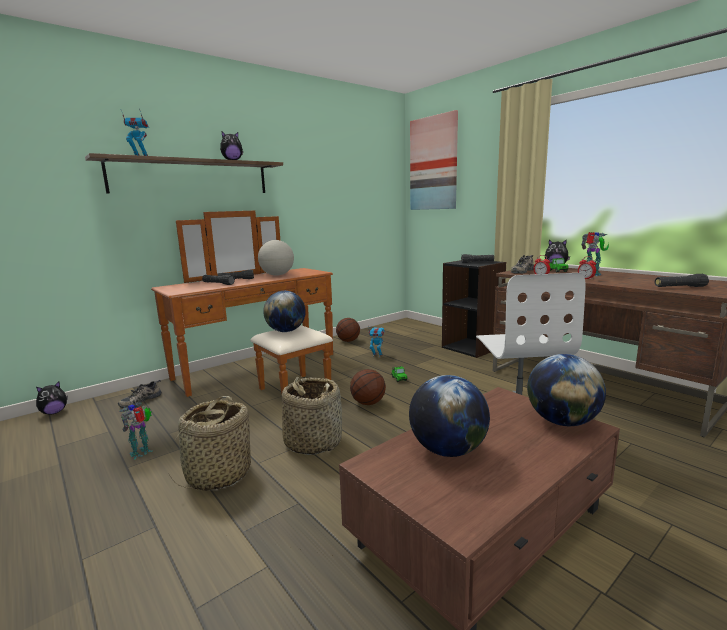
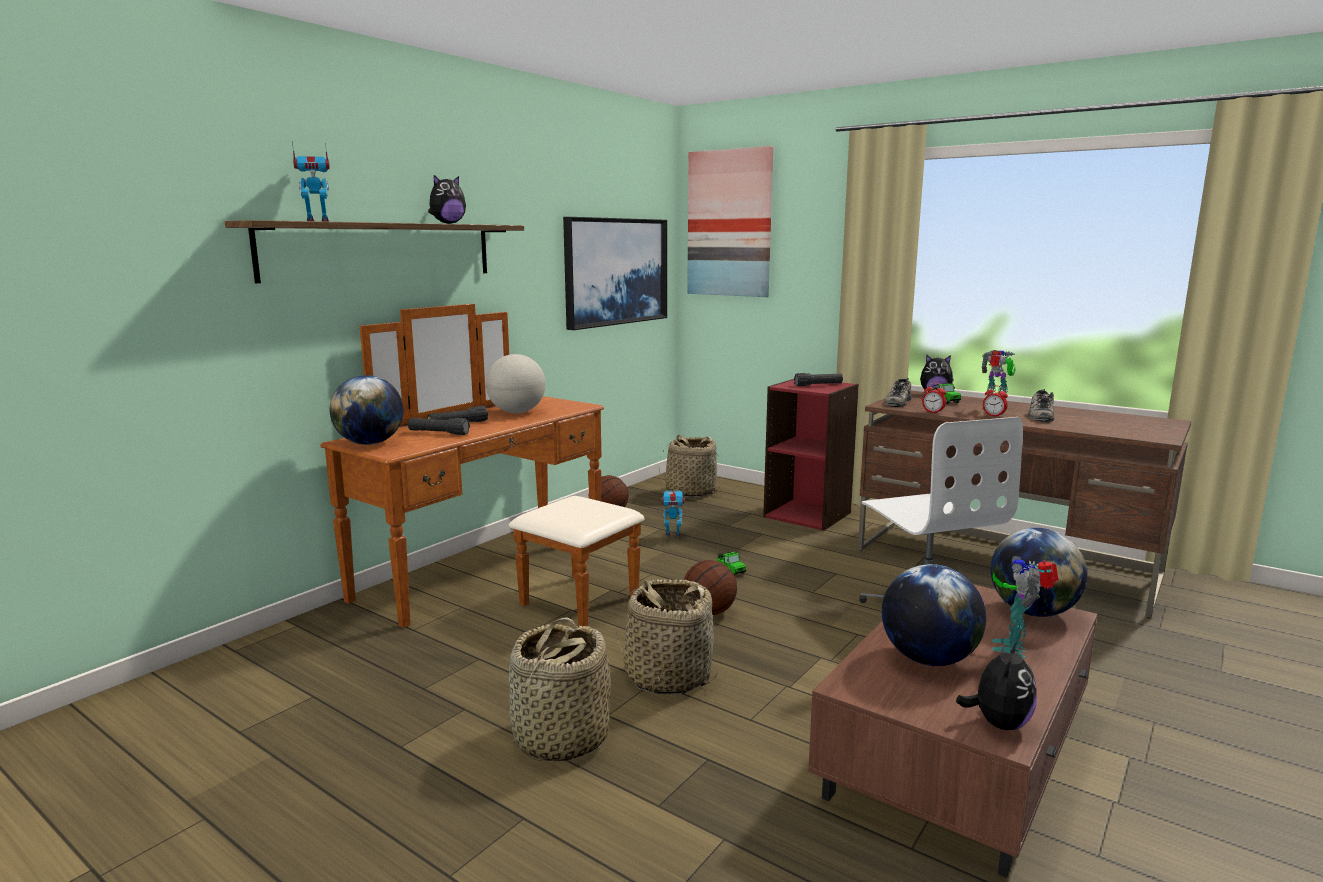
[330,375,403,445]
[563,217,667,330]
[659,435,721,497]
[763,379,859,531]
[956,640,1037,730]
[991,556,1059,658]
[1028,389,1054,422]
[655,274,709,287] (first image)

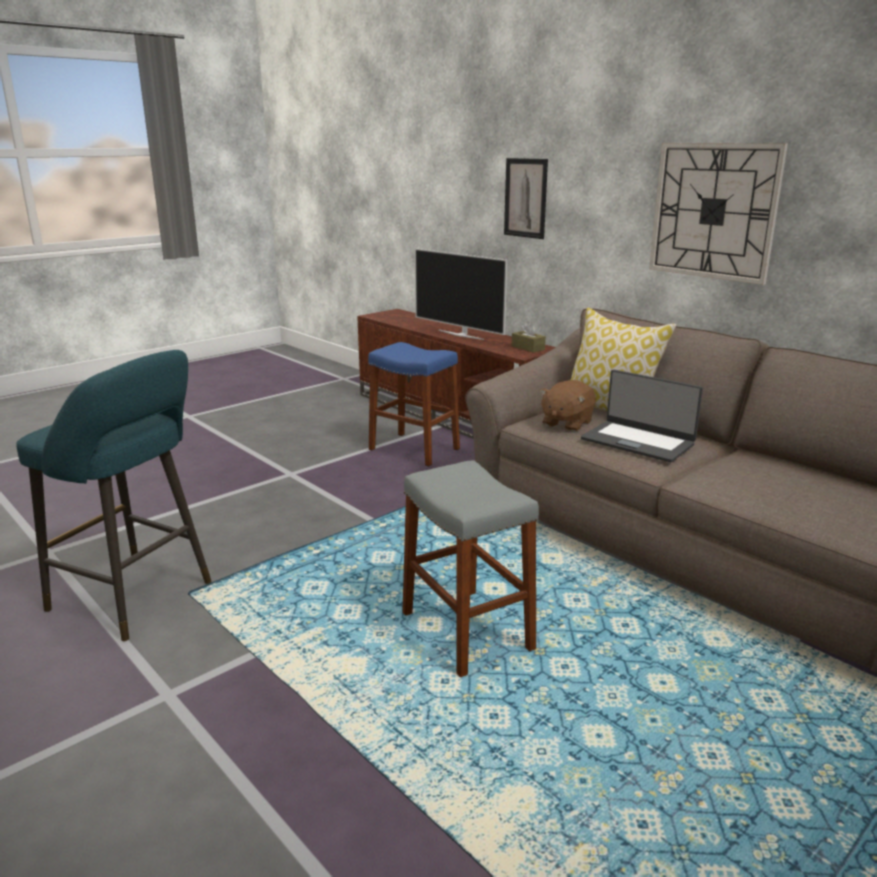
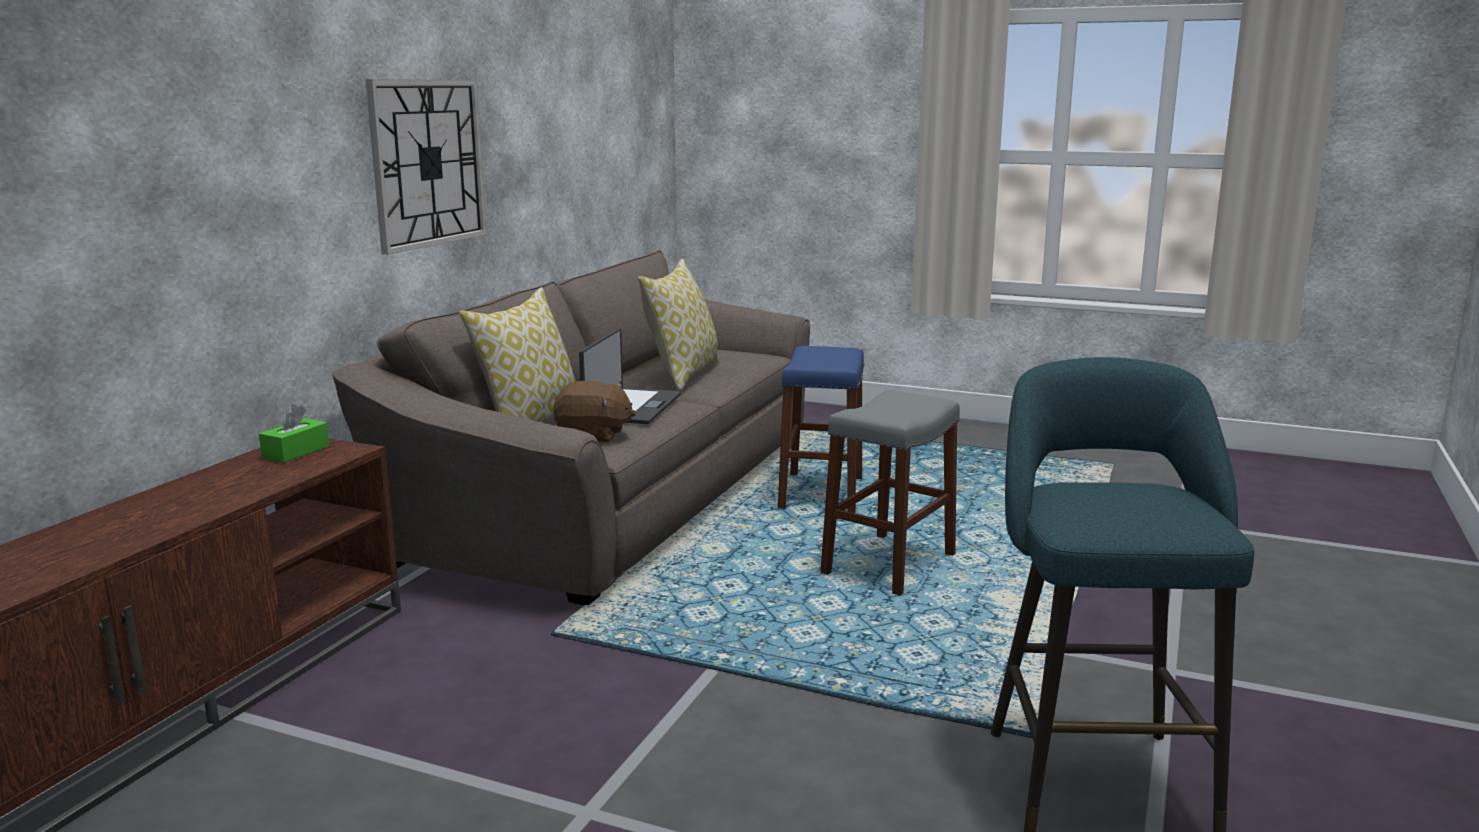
[259,404,330,463]
[638,259,719,391]
[778,346,865,513]
[415,248,507,340] (first image)
[504,158,548,239] (first image)

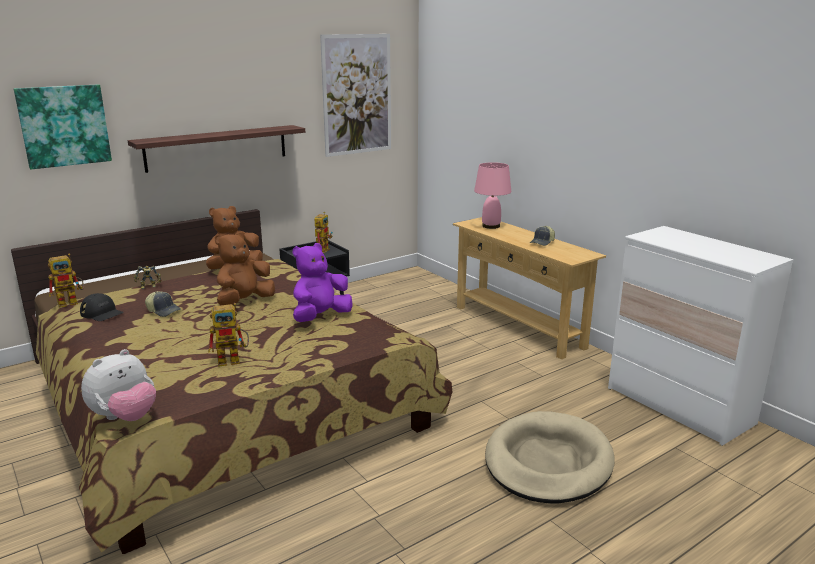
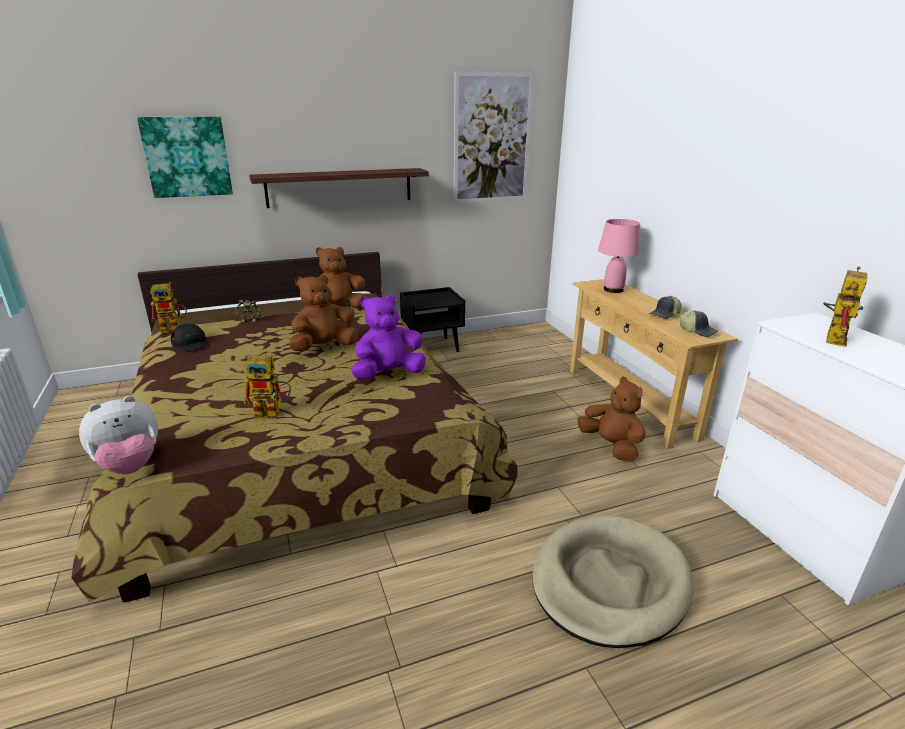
[578,377,646,461]
[680,311,719,337]
[823,266,867,347]

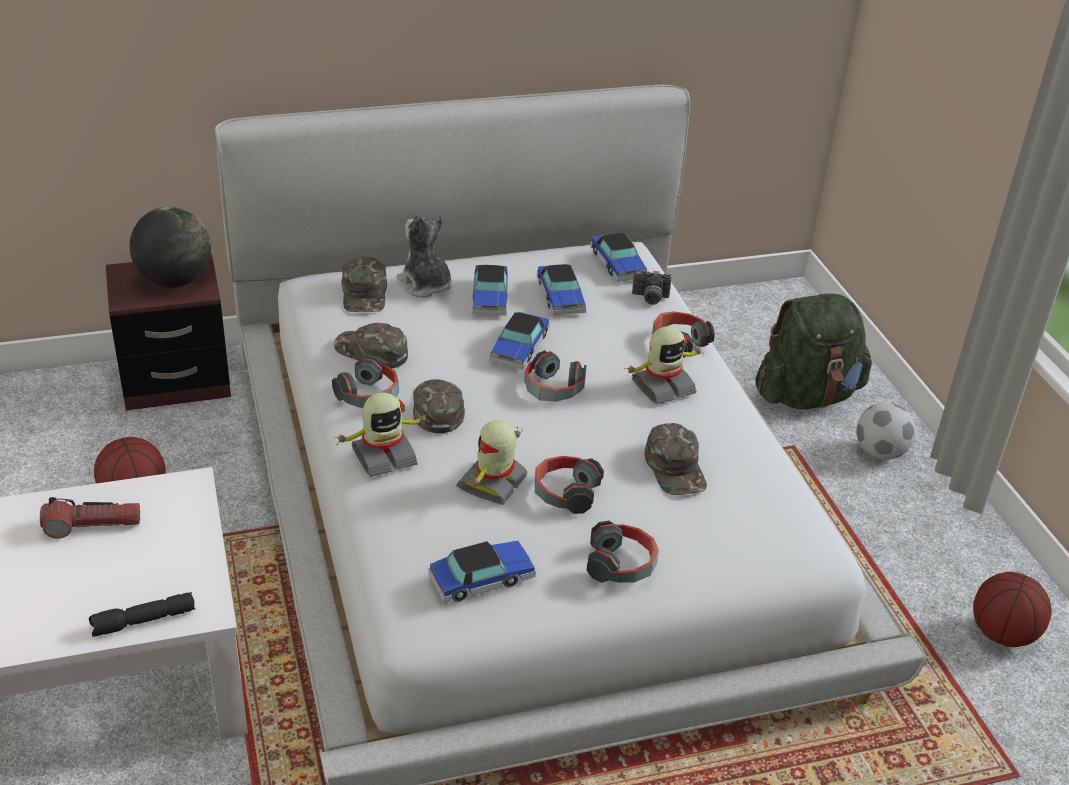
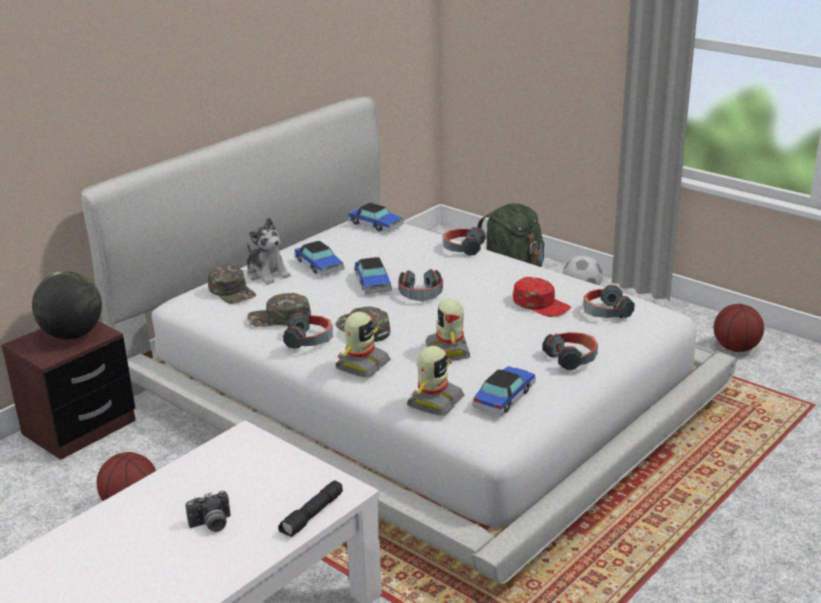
[185,491,231,532]
[247,218,291,285]
[407,346,465,415]
[513,277,571,317]
[583,285,635,318]
[40,497,140,539] (first image)
[537,264,586,315] (first image)

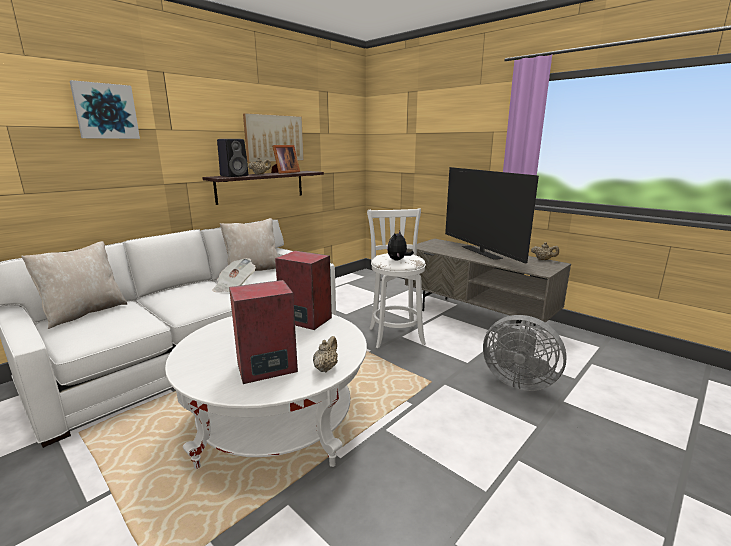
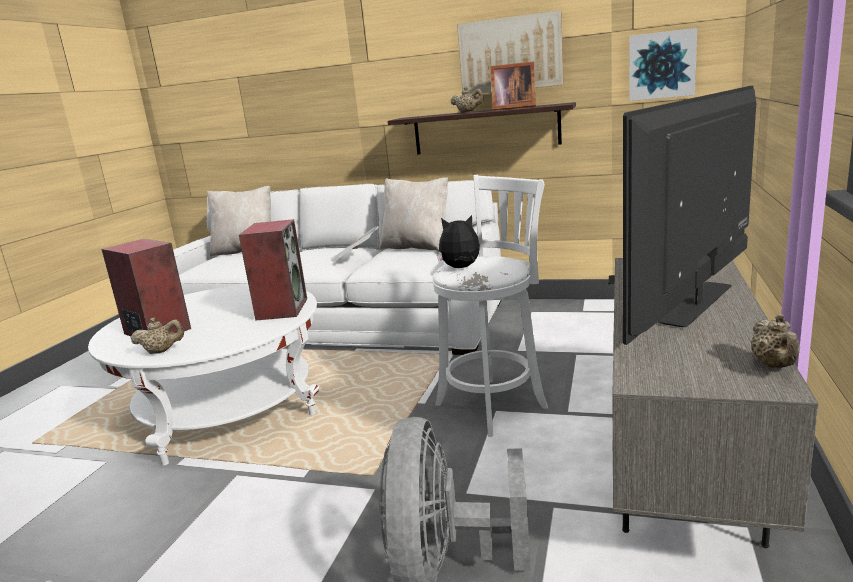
[629,28,697,101]
[217,139,249,177] (first image)

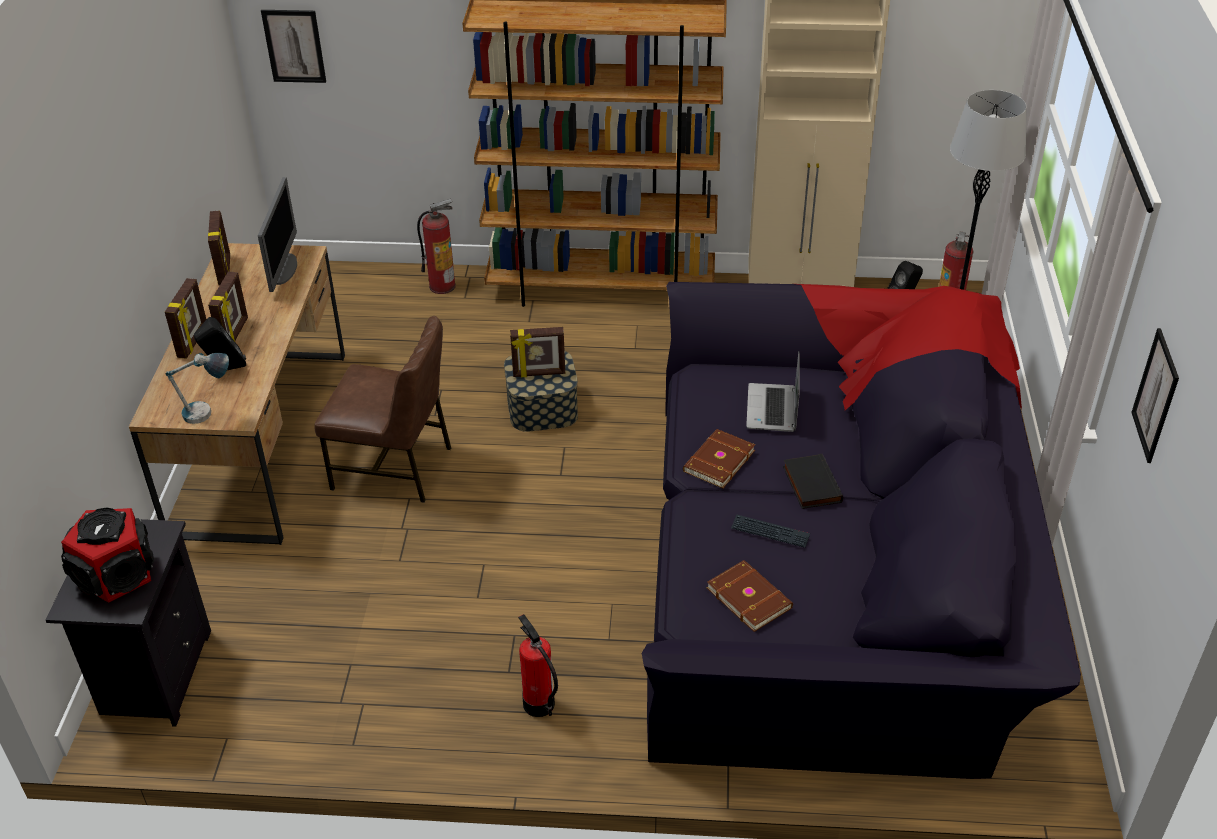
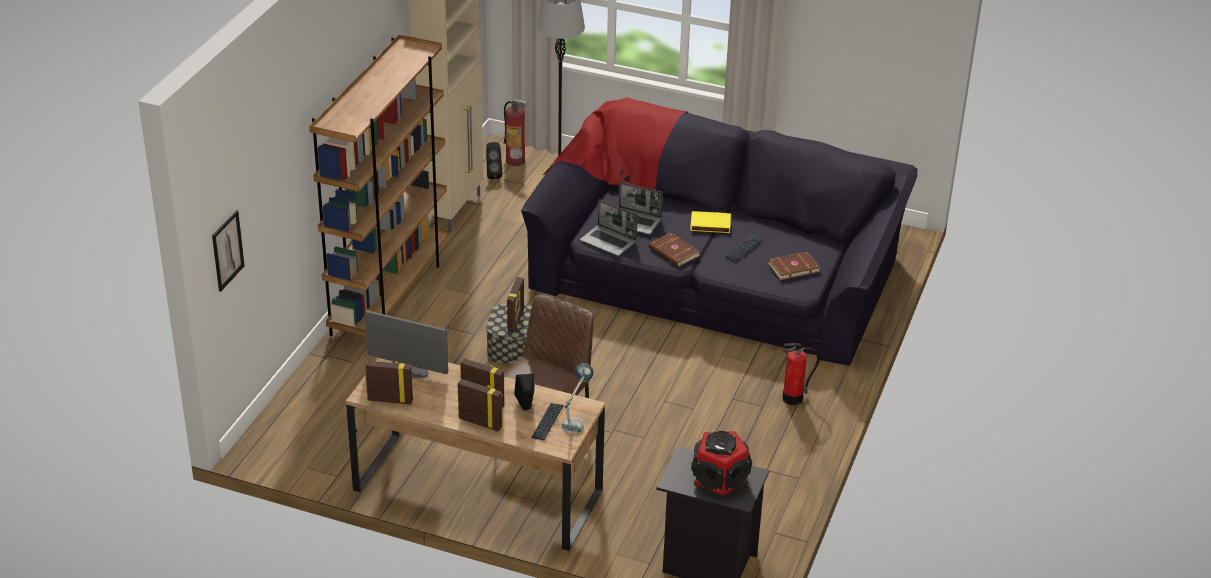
[532,403,564,440]
[580,199,638,256]
[690,211,731,233]
[417,199,456,294] (first image)
[1131,328,1179,463] (first image)

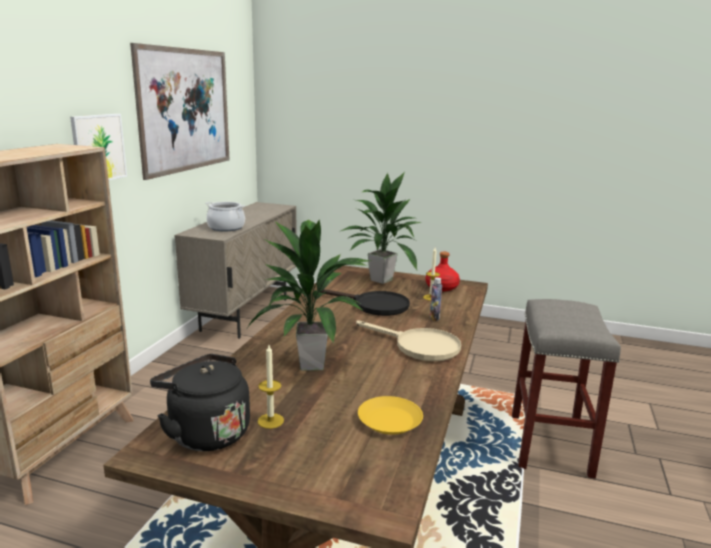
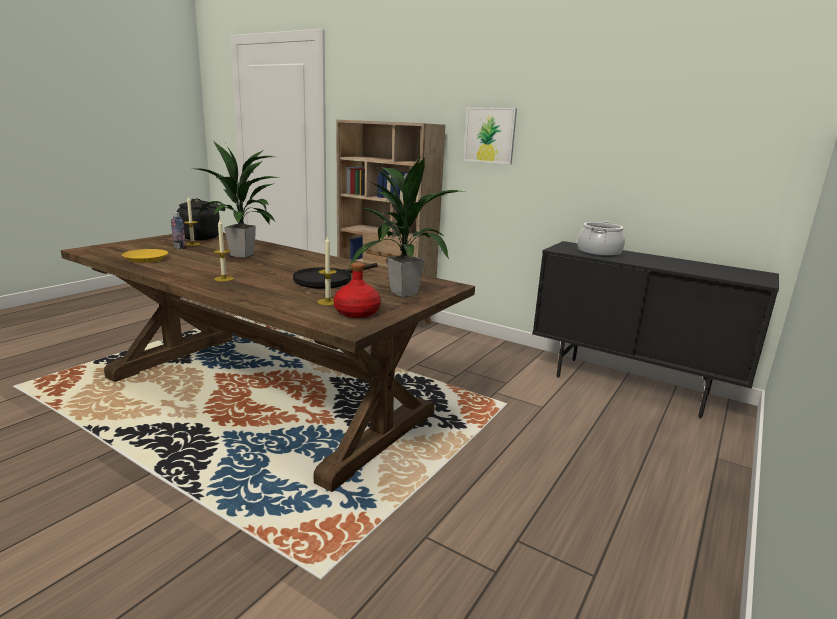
[171,212,186,249]
[214,220,234,282]
[532,241,779,418]
[130,43,229,180] (first image)
[512,299,621,479] (first image)

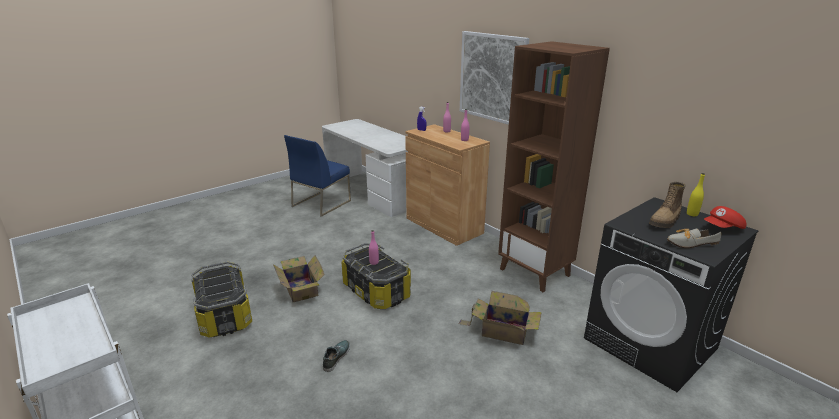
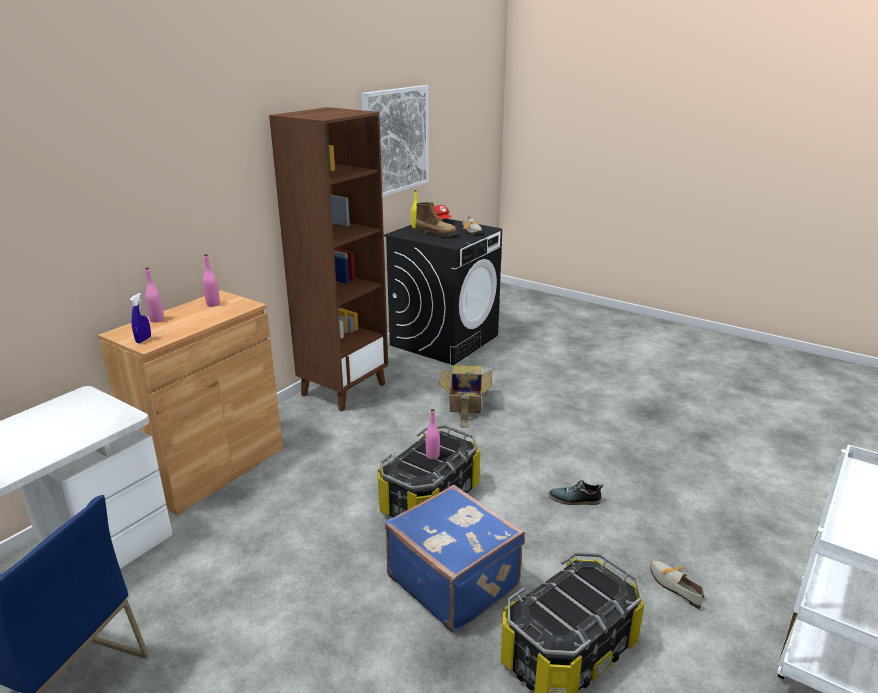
[361,85,429,197]
[385,485,525,633]
[650,561,704,609]

